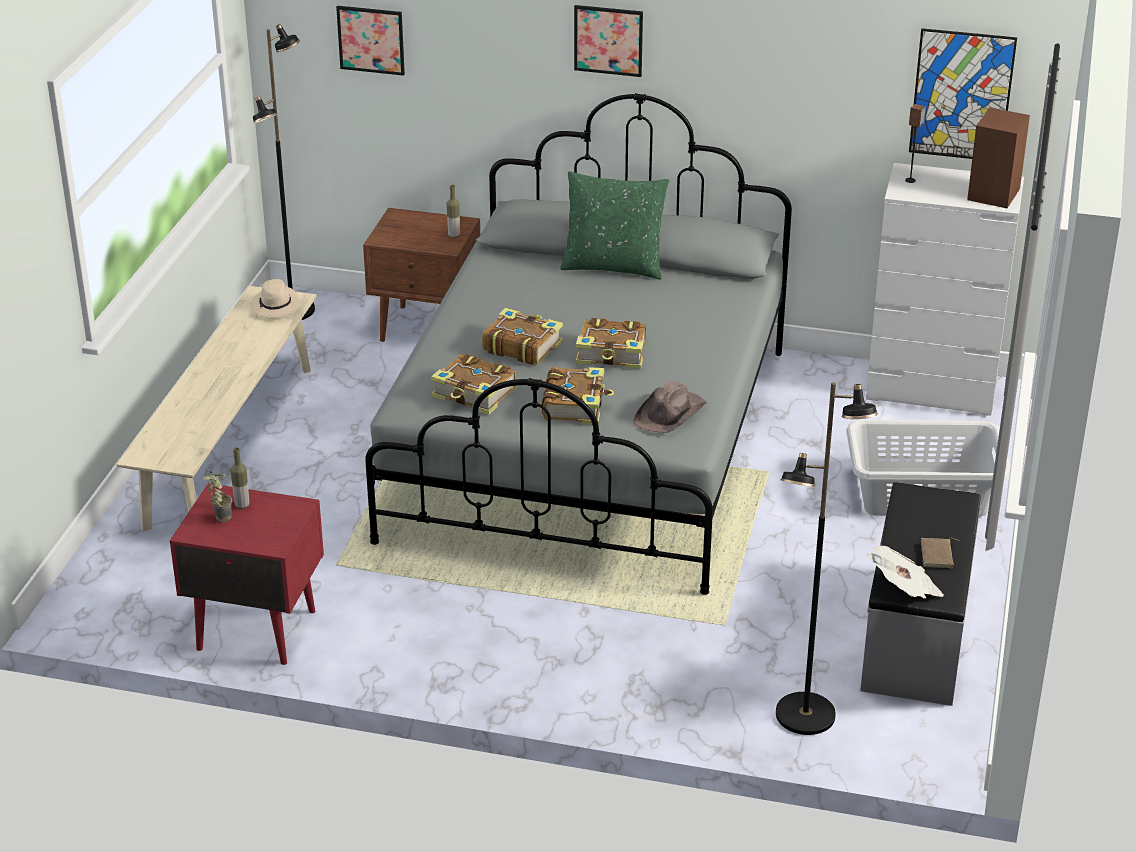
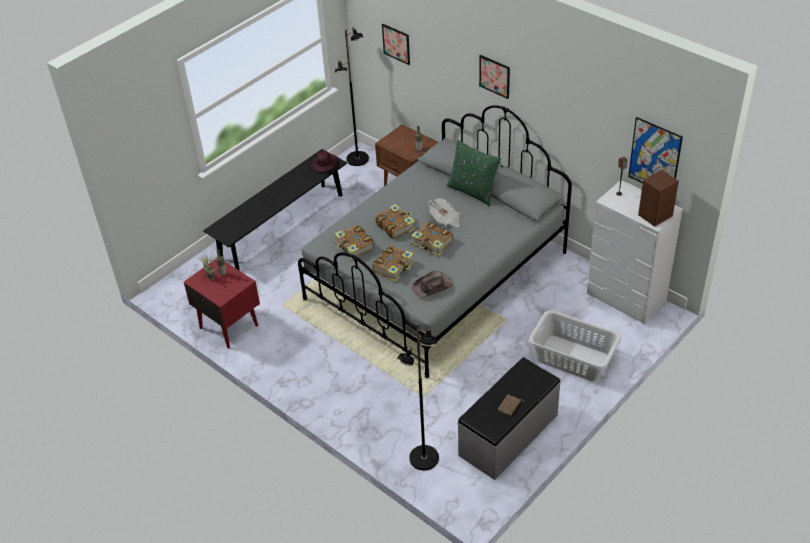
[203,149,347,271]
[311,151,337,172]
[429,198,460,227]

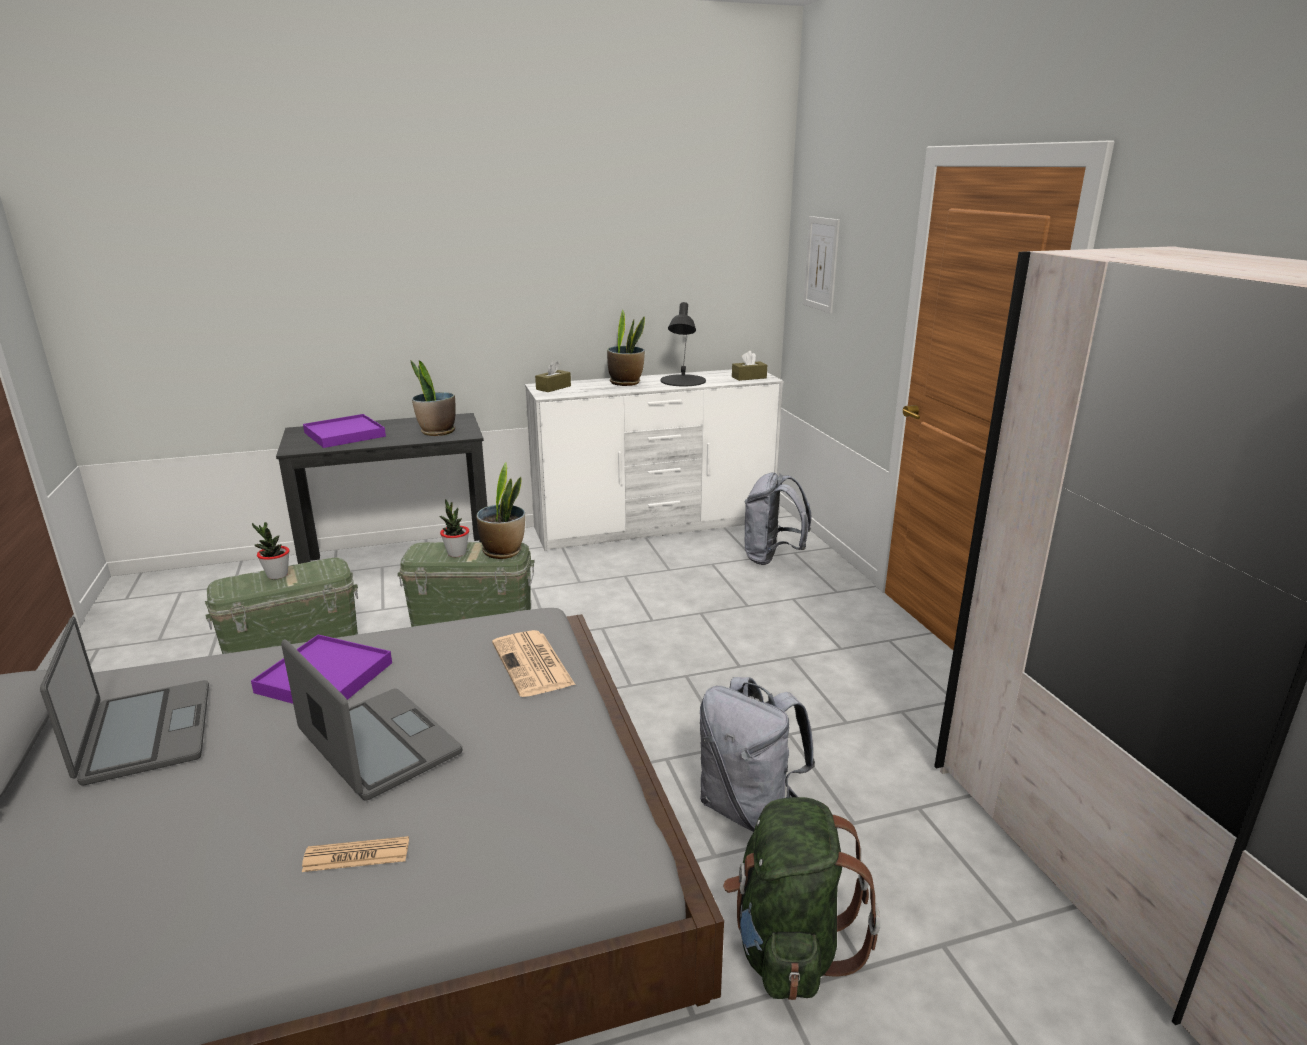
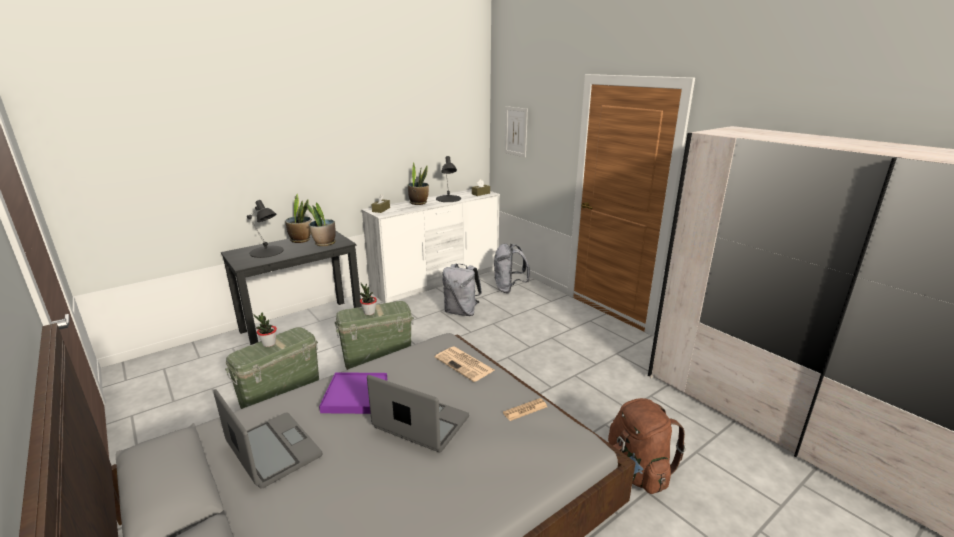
[247,200,283,258]
[285,194,311,243]
[442,263,482,316]
[503,398,547,421]
[608,398,686,494]

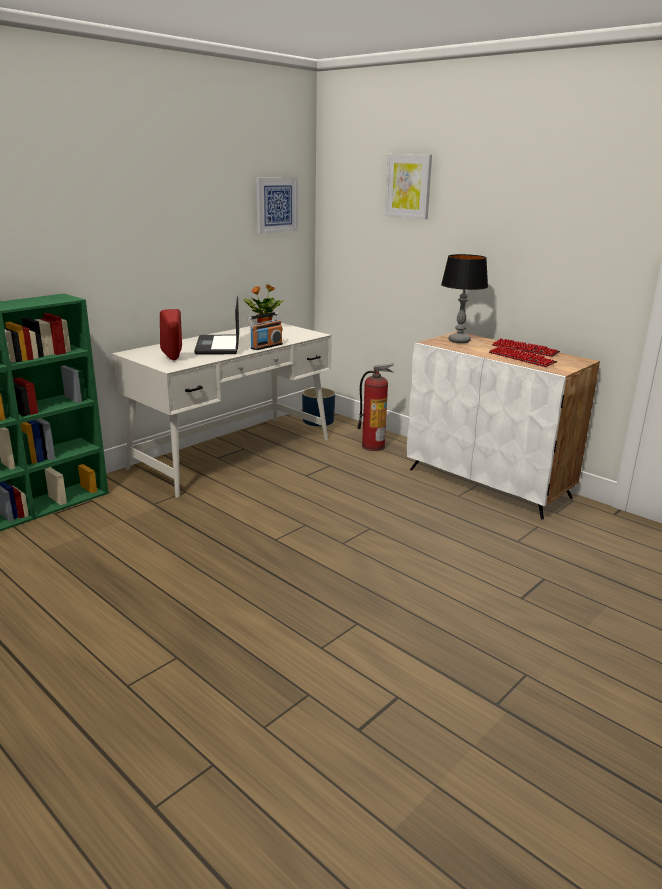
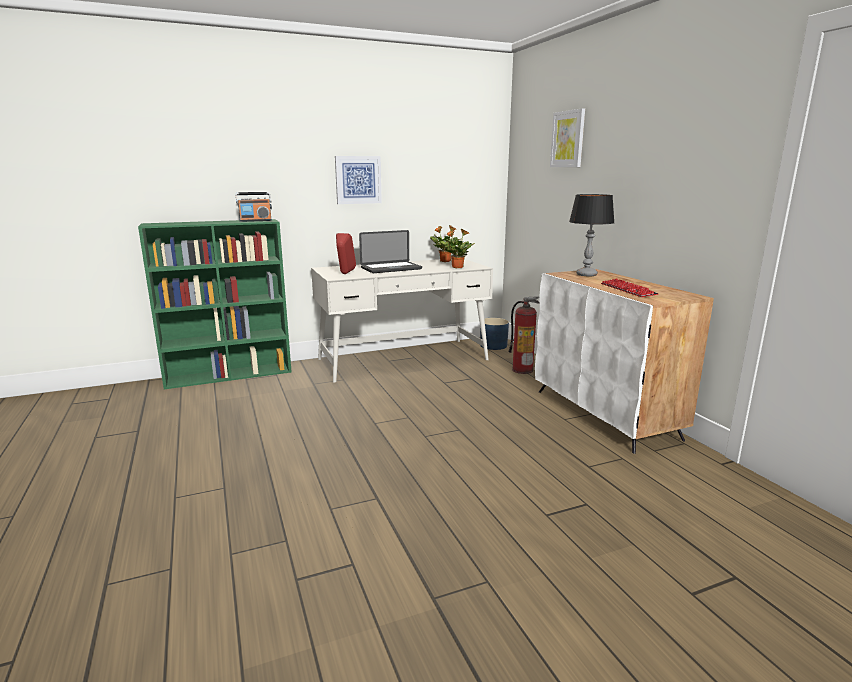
[235,192,272,222]
[335,156,382,204]
[359,230,422,273]
[441,228,475,268]
[492,338,560,357] (first image)

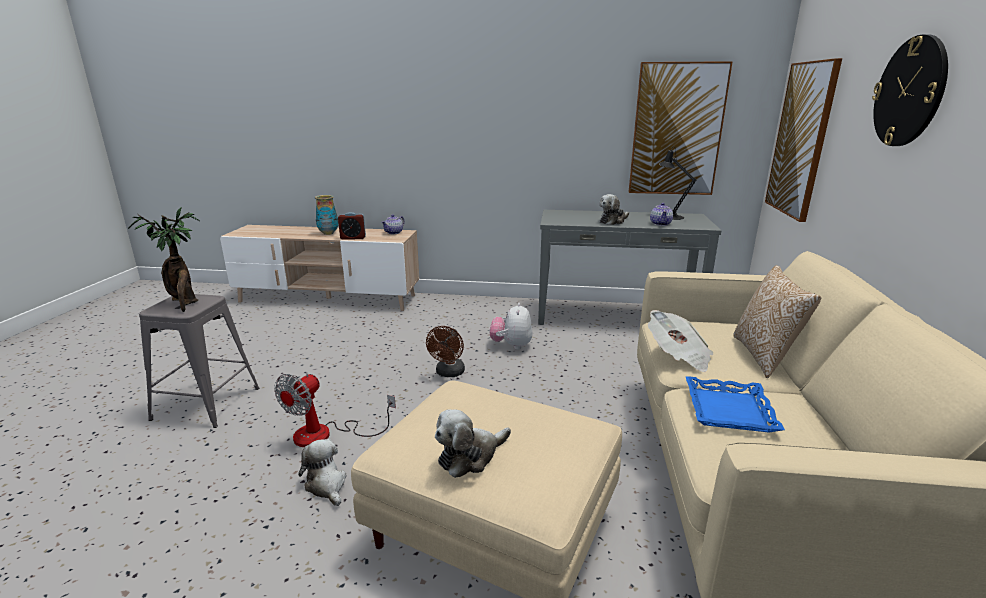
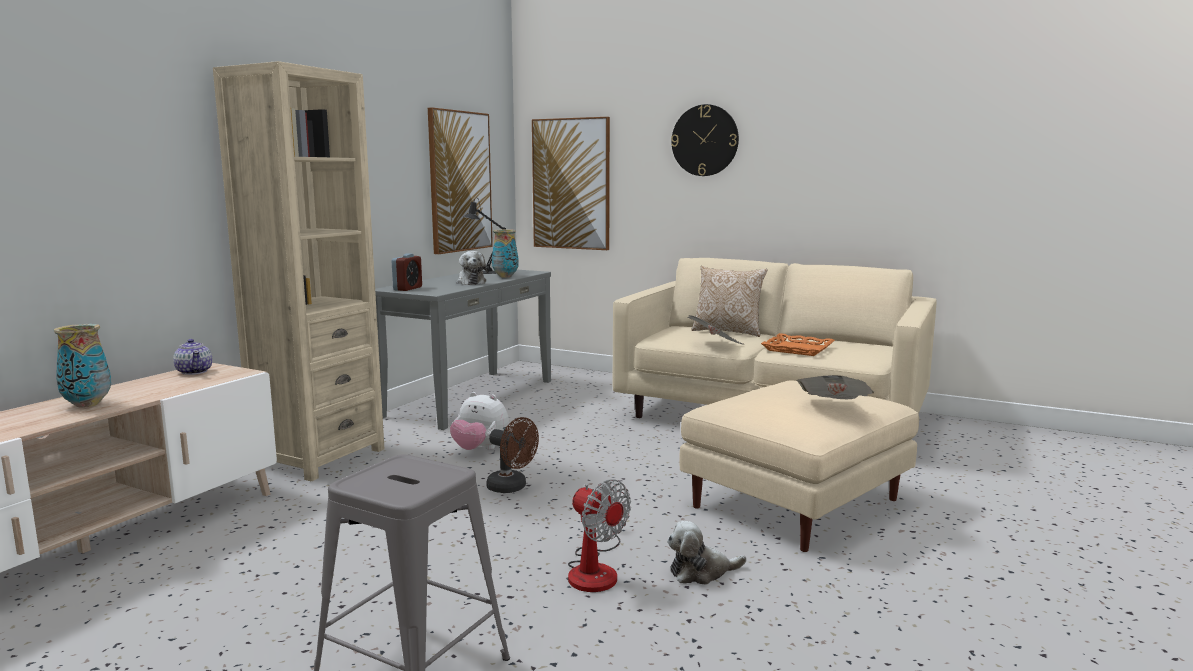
[213,61,384,481]
[392,253,422,291]
[492,229,519,278]
[761,333,835,356]
[796,375,874,399]
[128,207,199,312] (first image)

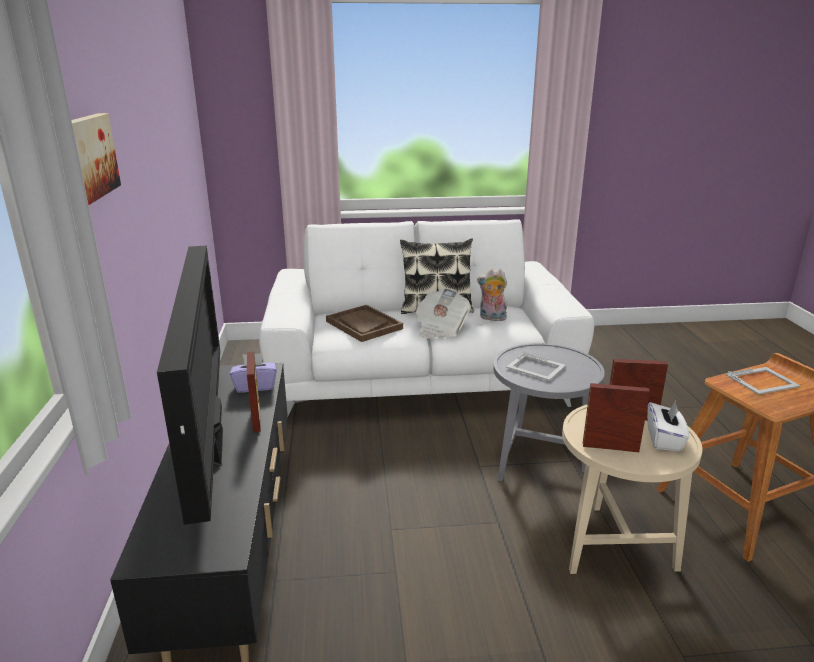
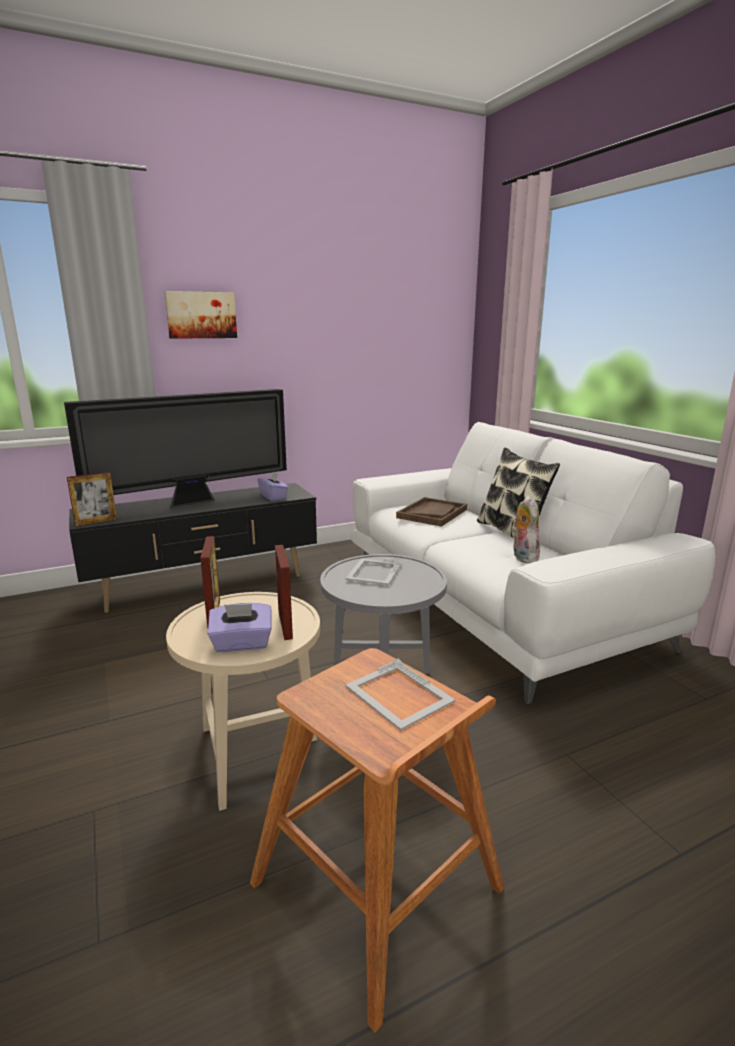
[67,472,117,526]
[208,603,271,652]
[415,288,471,338] (first image)

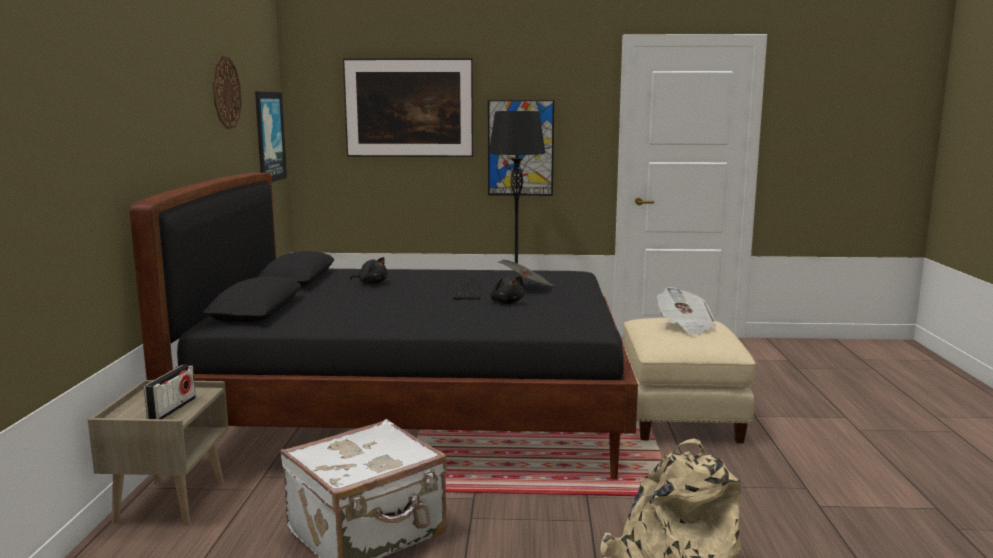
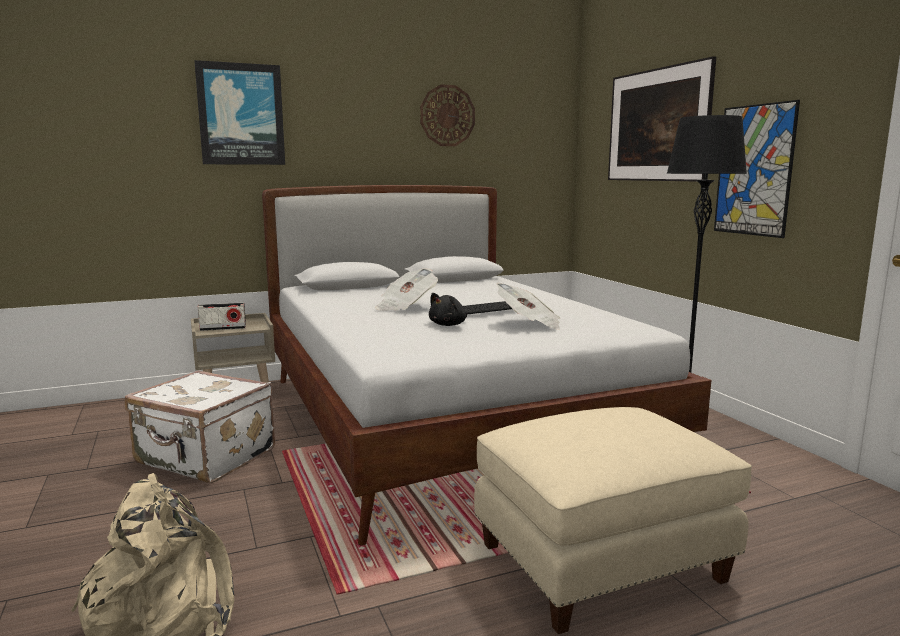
[194,60,285,165]
[262,185,711,546]
[375,268,438,311]
[350,257,388,284] (first image)

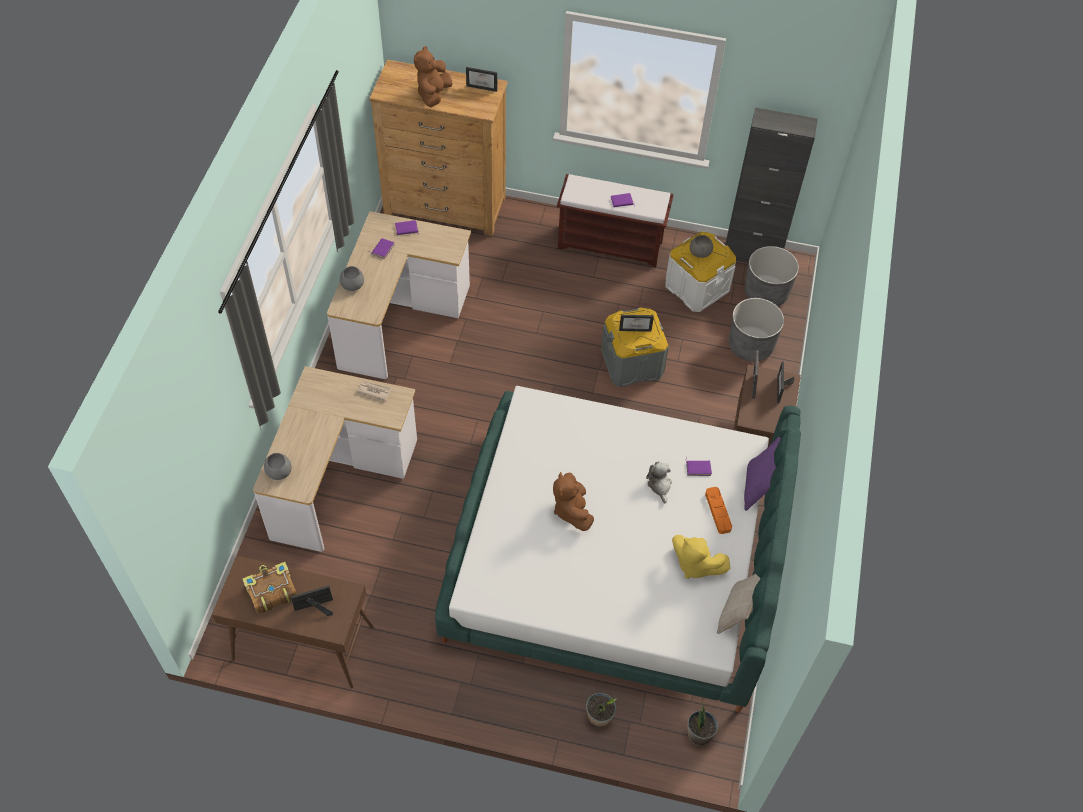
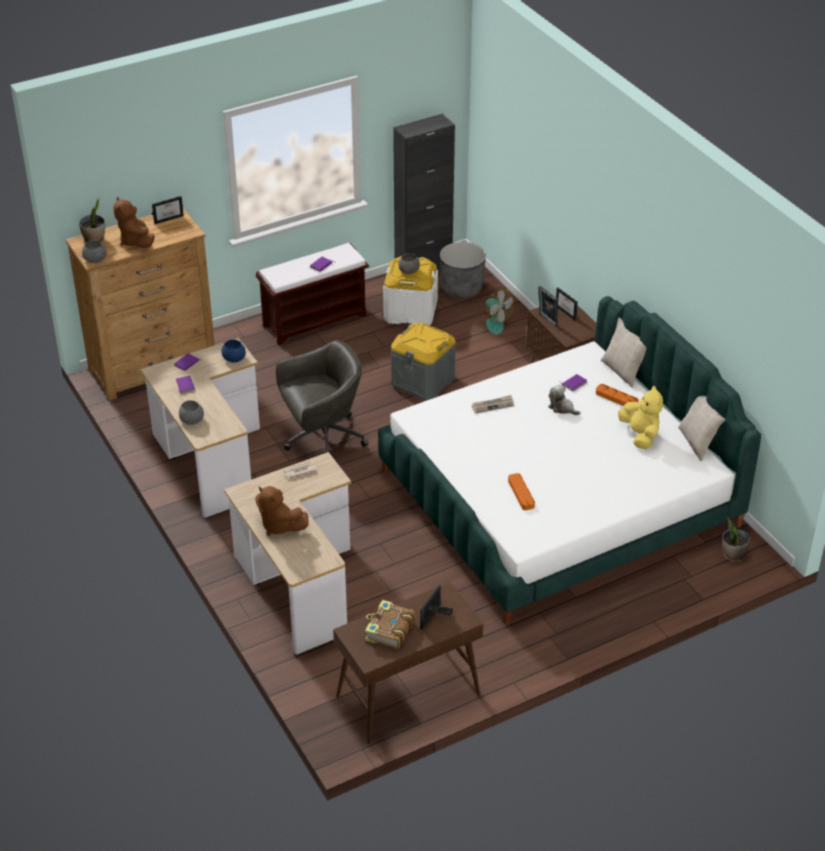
[79,198,105,242]
[82,240,107,263]
[222,340,246,363]
[255,486,309,536]
[276,340,368,453]
[470,288,514,335]
[471,395,514,414]
[508,473,535,510]
[601,317,646,387]
[618,386,663,449]
[619,315,654,332] (first image)

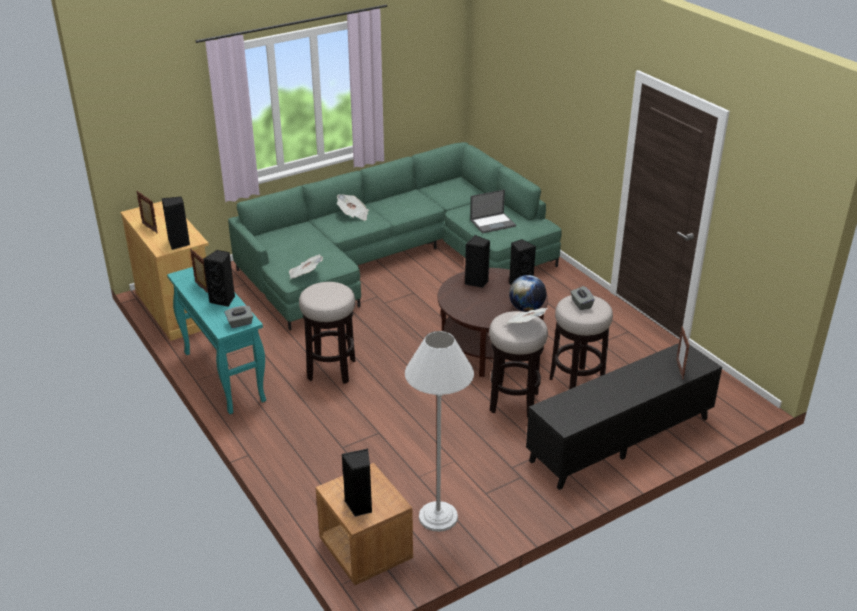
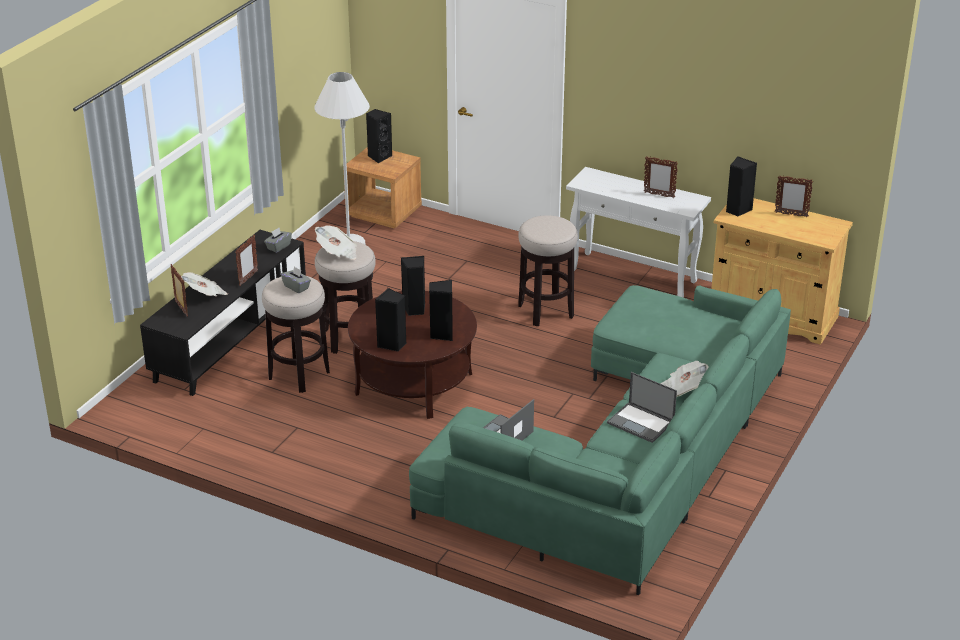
[181,272,228,296]
[235,234,258,286]
[264,228,292,253]
[401,256,425,316]
[566,167,711,298]
[607,372,677,443]
[509,275,546,312] (first image)

